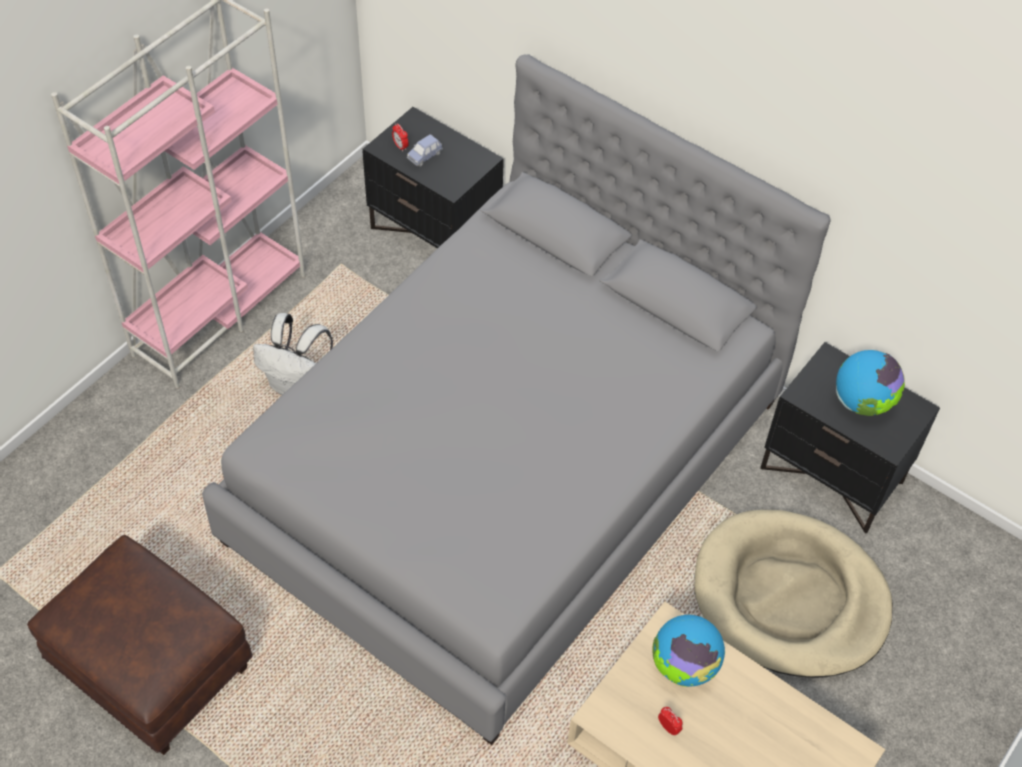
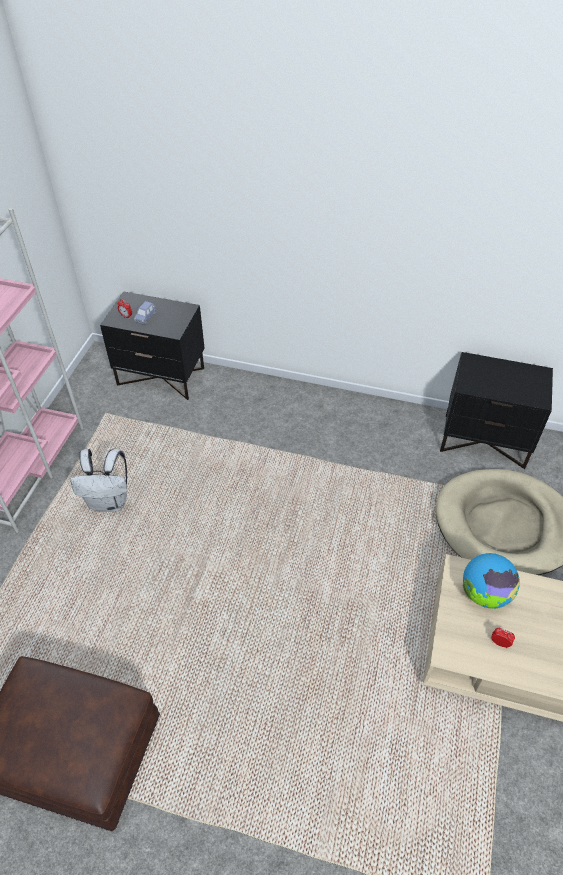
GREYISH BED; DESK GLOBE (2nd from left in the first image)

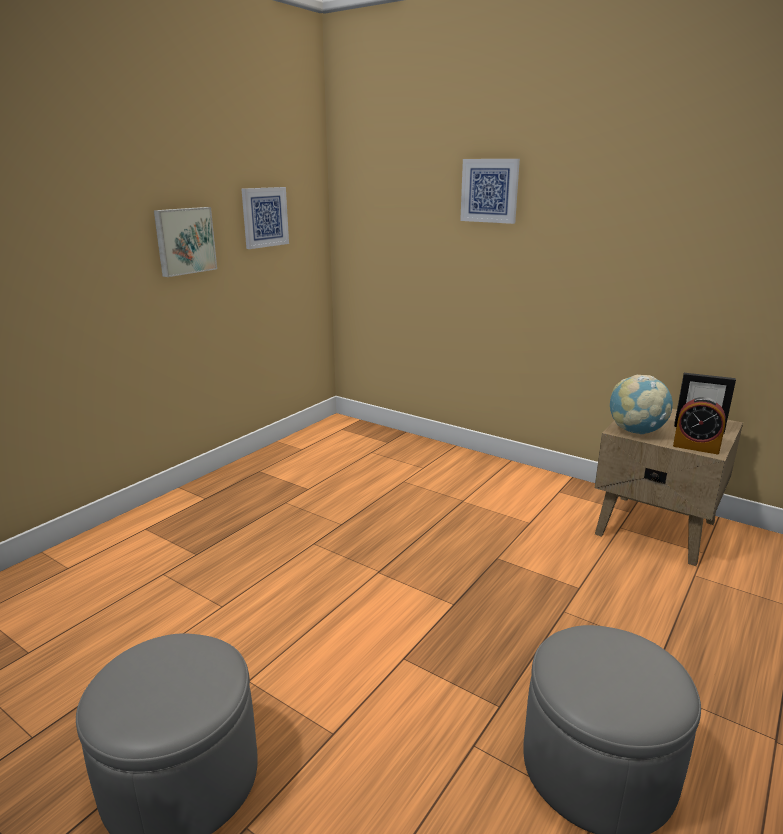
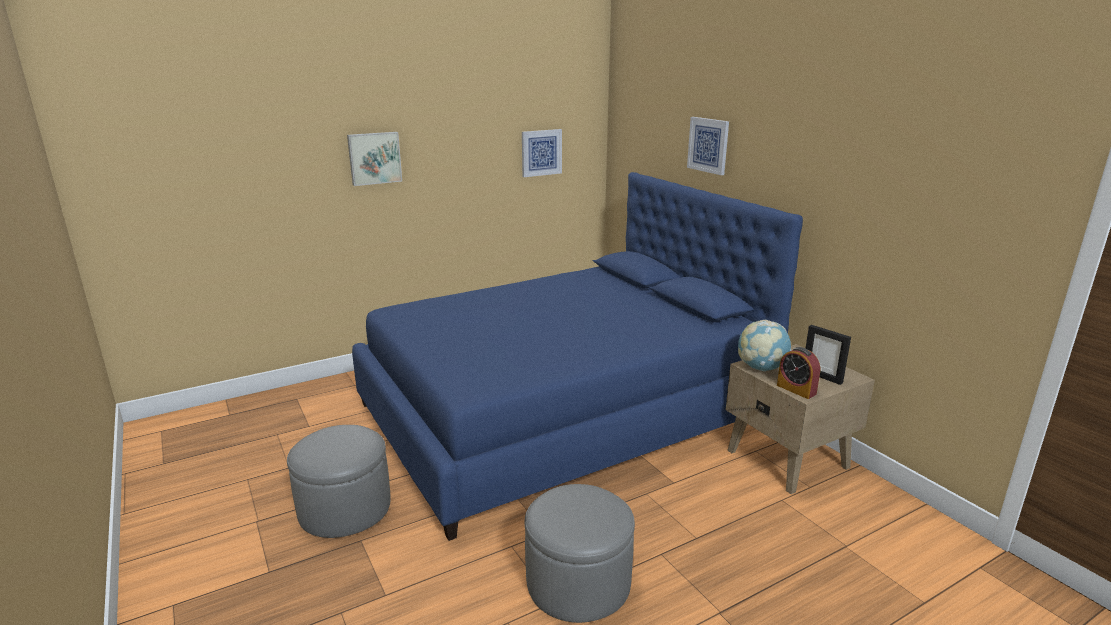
WALL ART (1st from left); BLUE-COLOURED BED

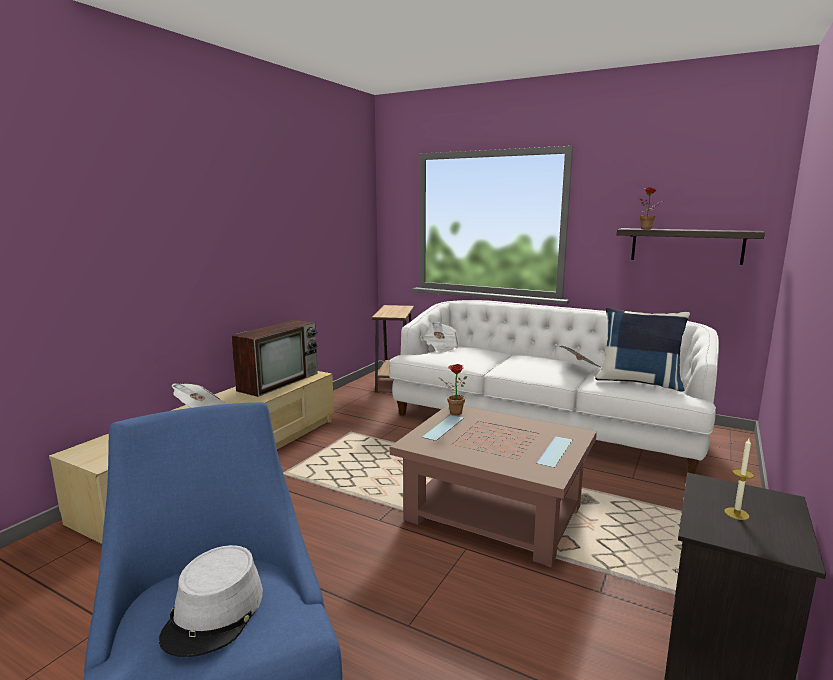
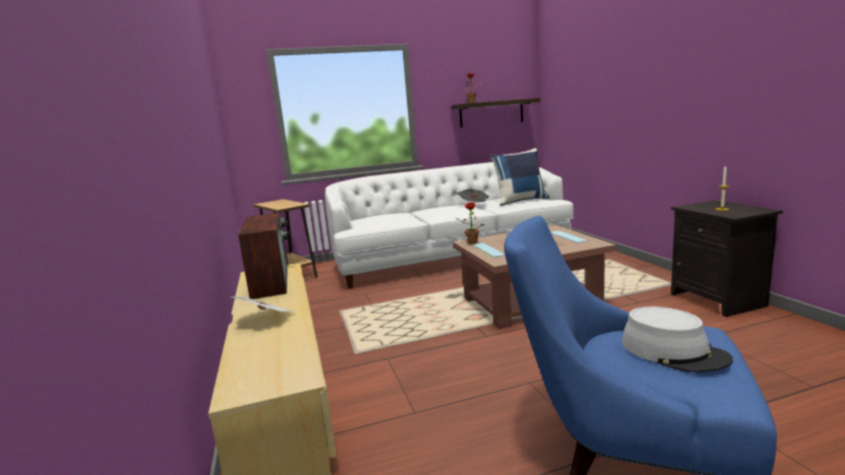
PRINTED PAPER (2nd from left in the first image)

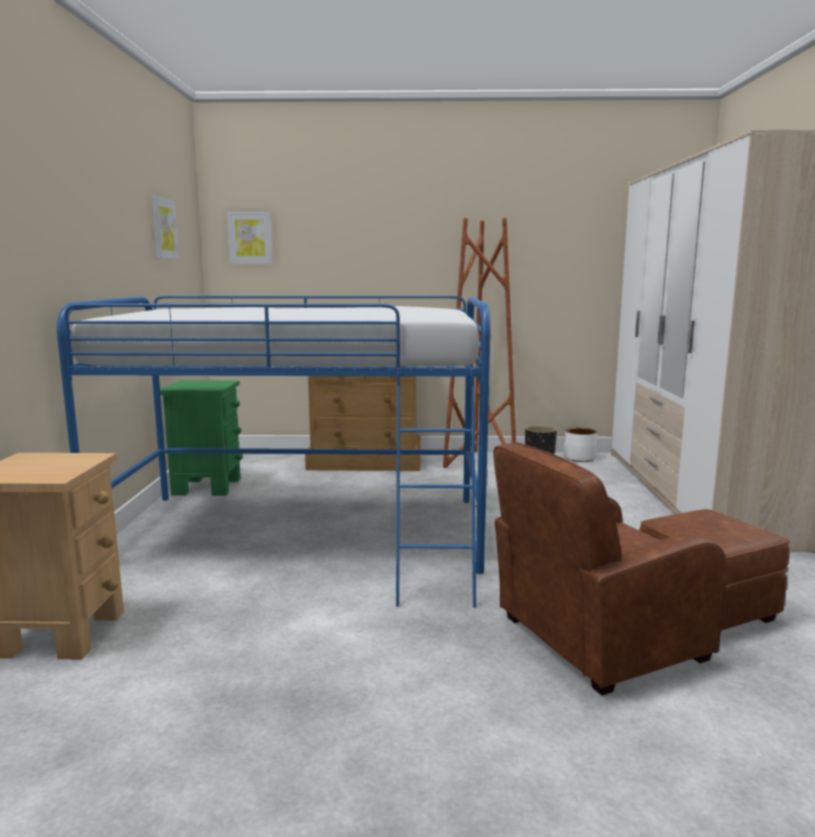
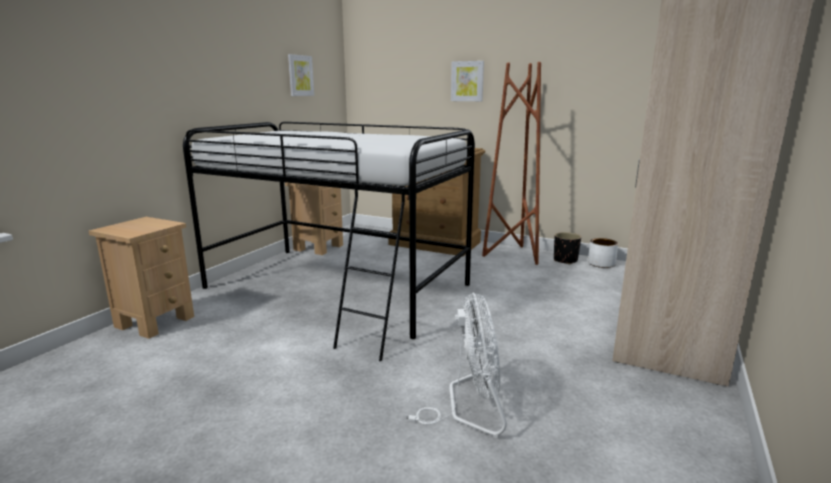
BLACK BED; SAND-COLOURED NIGHTSTAND (2nd from left); WALL ART (2nd from left); WHITISH COOLING FAN

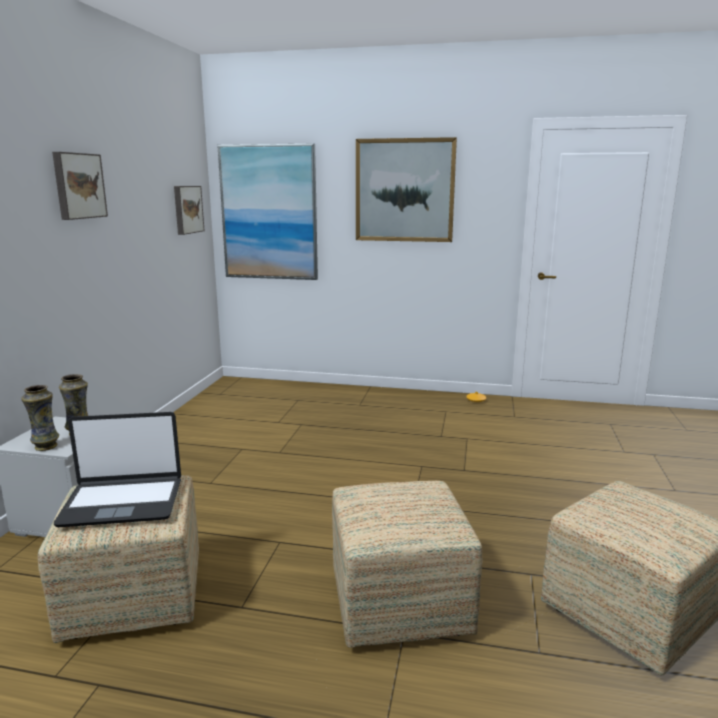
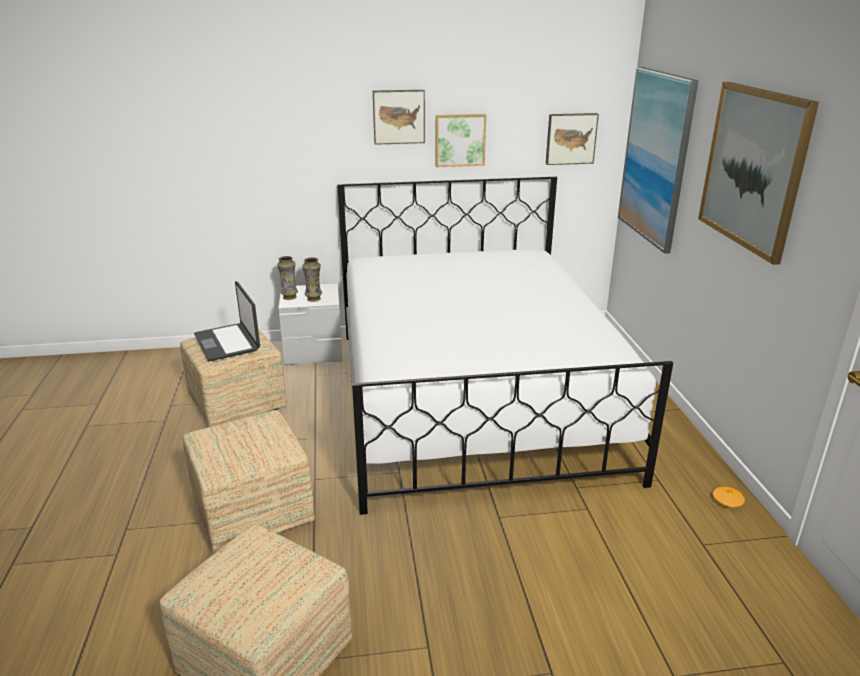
WHITISH BED; WALL ART (2nd from left)

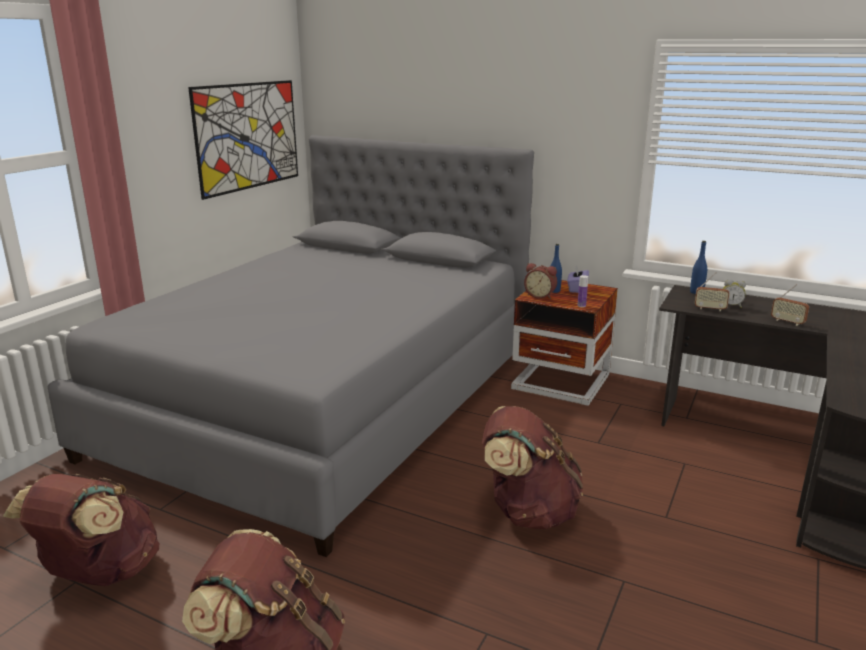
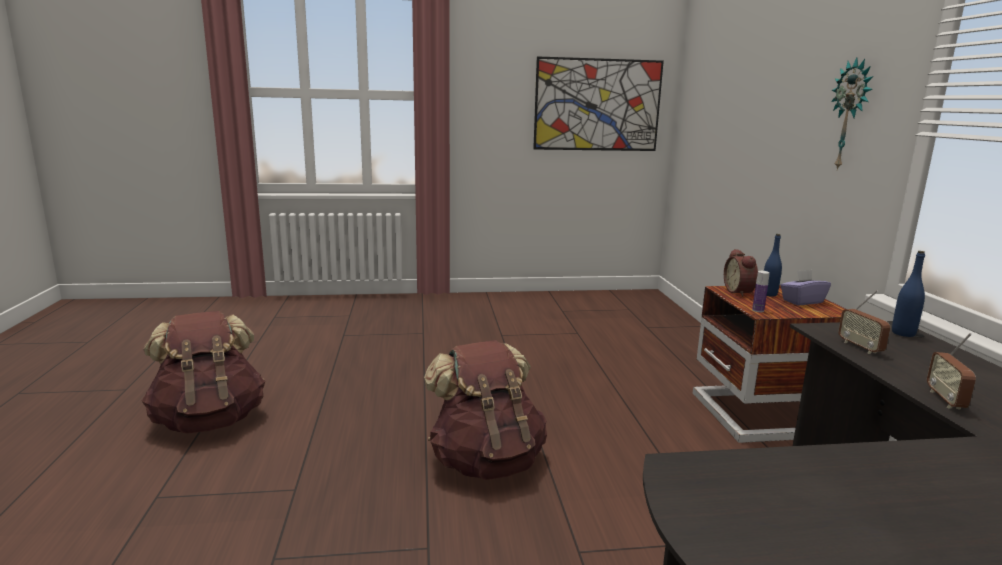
BROWNISH RUCKSACK (1st from left in the first image); GREYISH BED; TABLE CLOCK (2nd from left in the first image); WALL CLOCK

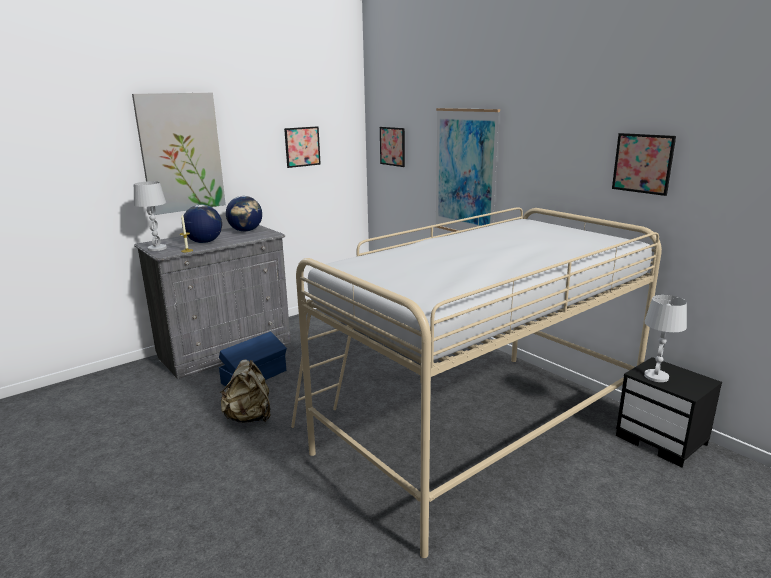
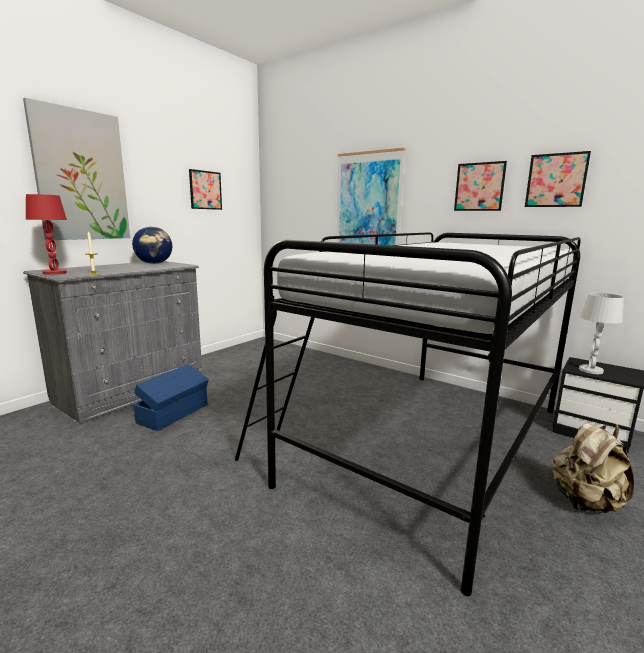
RED LAMP FOR A TABLE; DESK GLOBE (1st from left in the first image); SAND-COLOURED RUCKSACK; BLACK BED; WALL ART (4th from left)

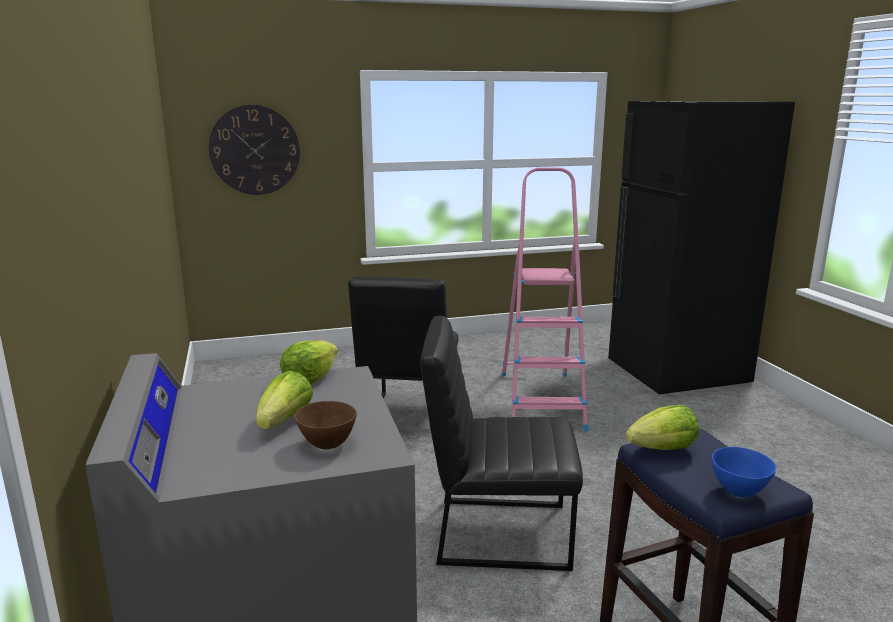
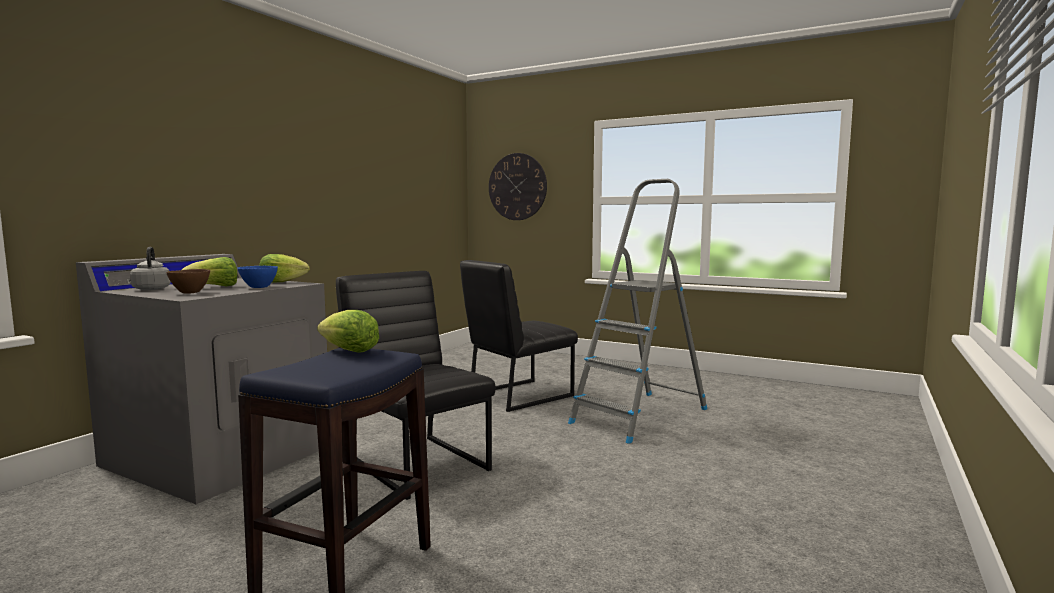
GREYISH STEPLADDER; BLACK FRIDGE; BLUE-COLOURED BOWL; GREYISH TEA KETTLE

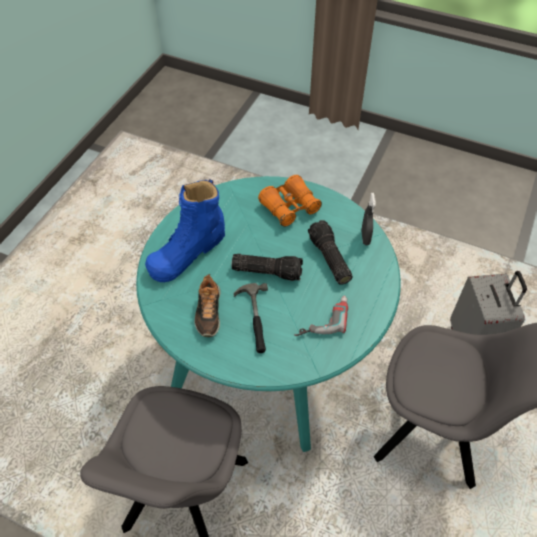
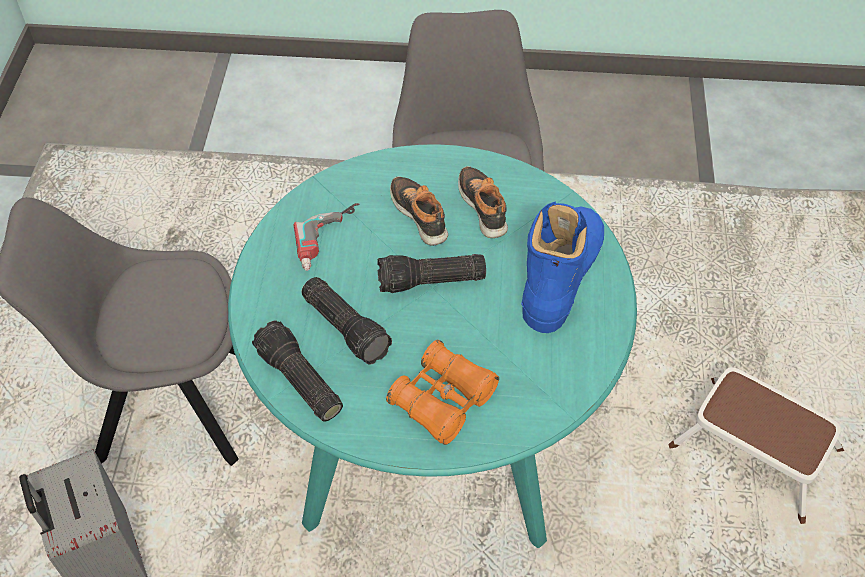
ITEM OF FOOTWEAR (1st from left); TORCH (1st from left); BROWNISH STEPLADDER

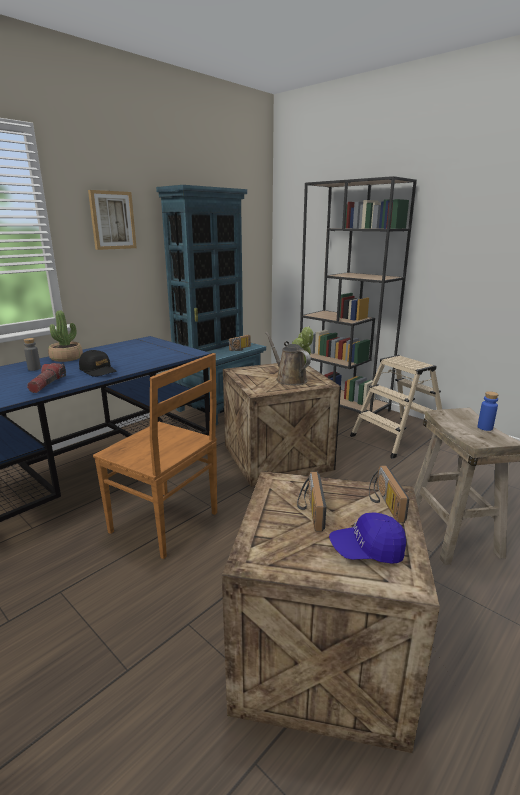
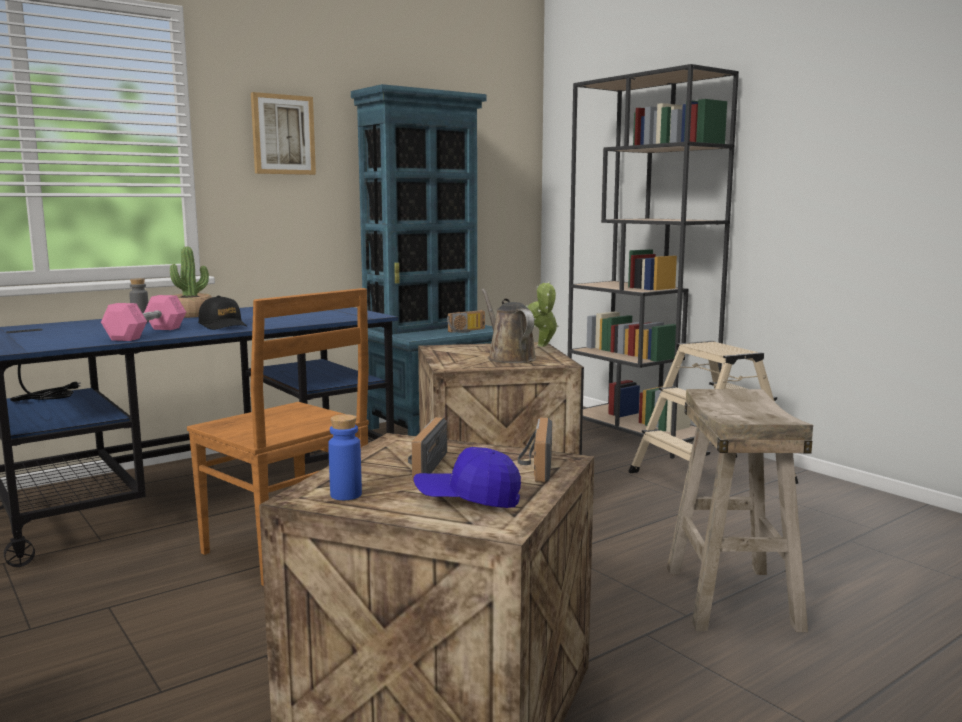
PINK-COLOURED FREE WEIGHT; BLUE-COLOURED DRINK BOTTLE

